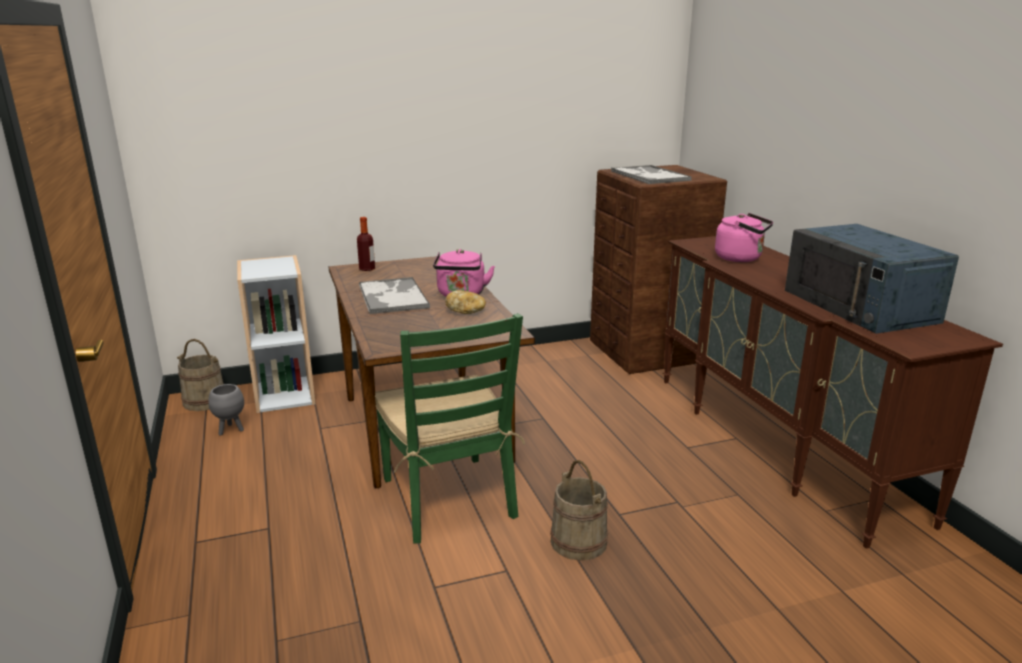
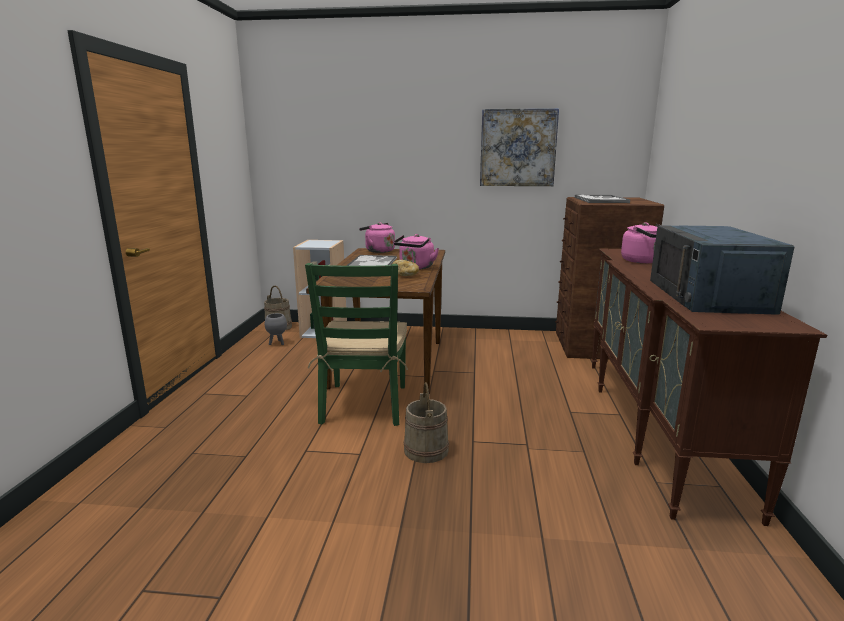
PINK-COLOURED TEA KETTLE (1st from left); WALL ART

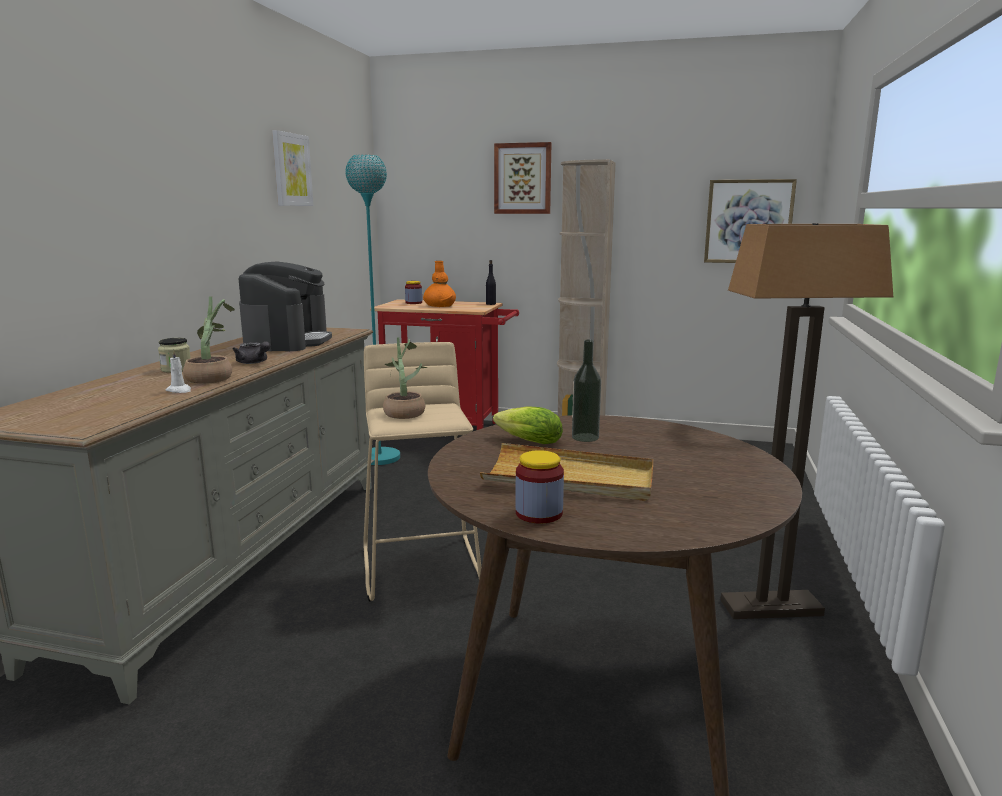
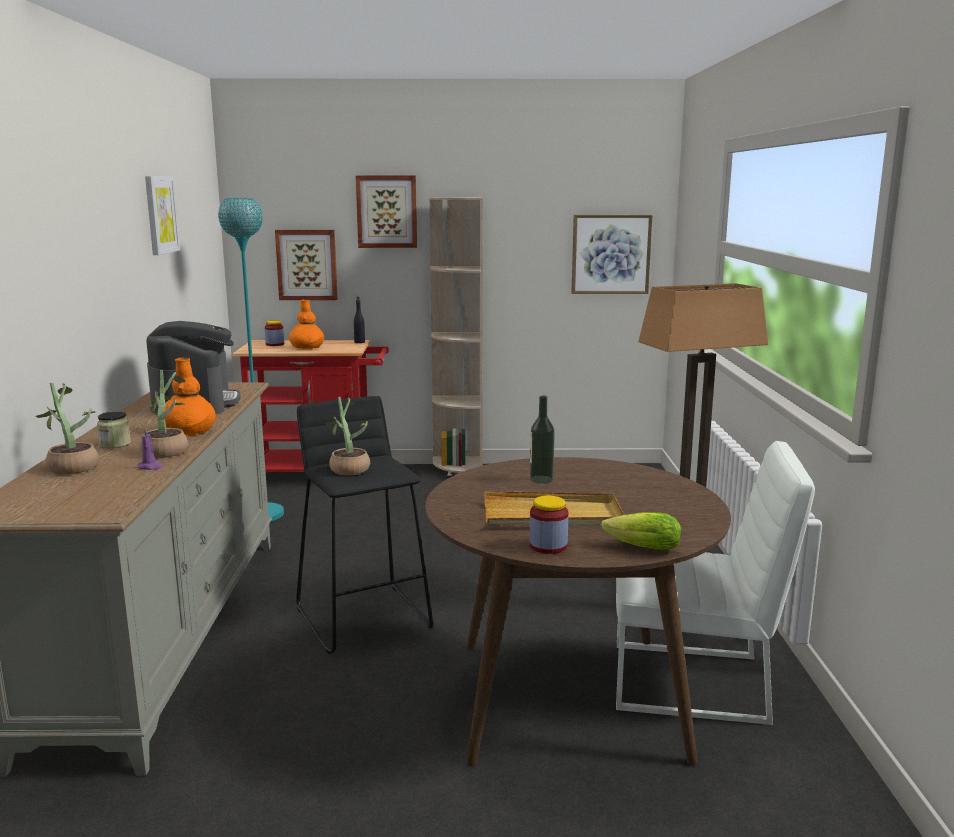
PURPLE-COLOURED CANDLE; ORANGE VASE (1st from left); BLACK STOOL; LETTUCE; PLANT IN A POT (1st from left); WALL ART (2nd from left); WHITISH UPRIGHT CHAIR

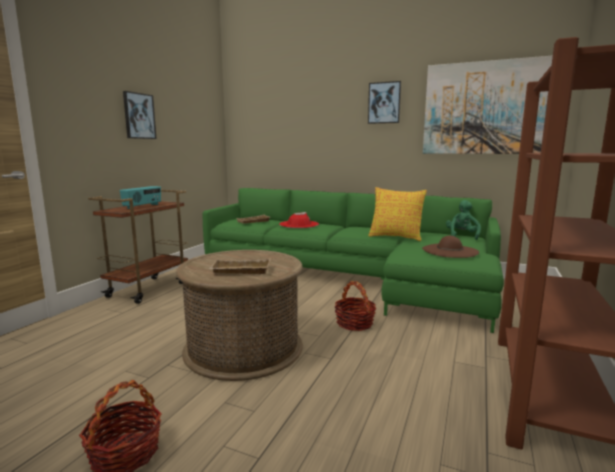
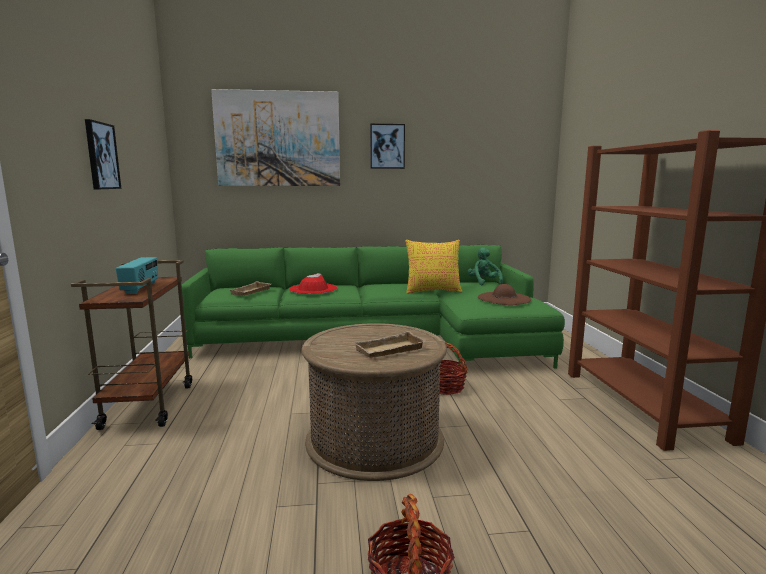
WALL ART (2nd from left)

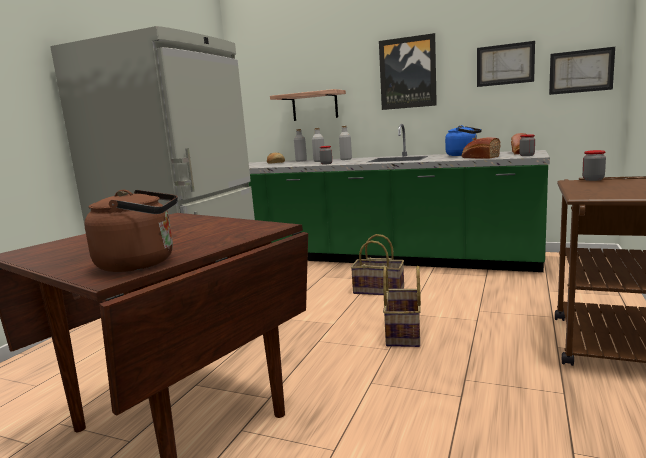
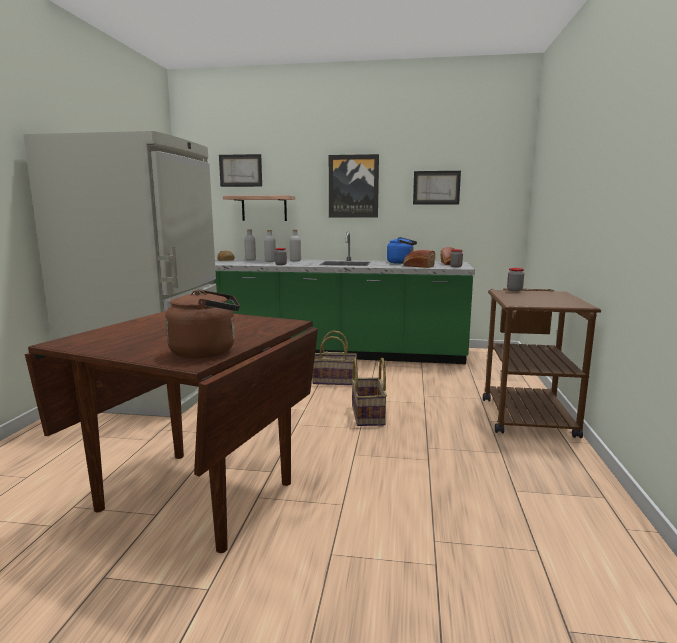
WALL ART (1st from left)

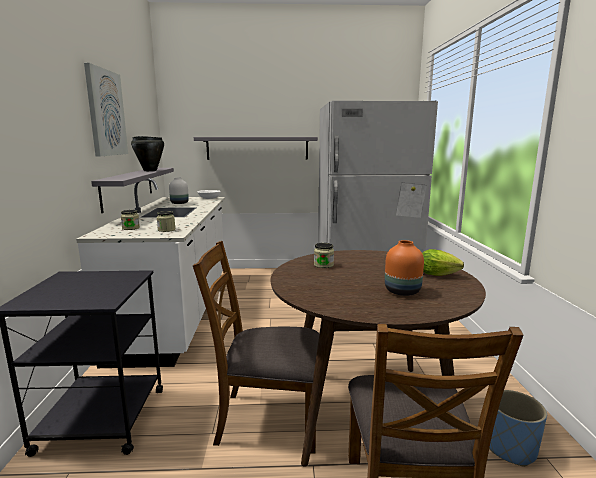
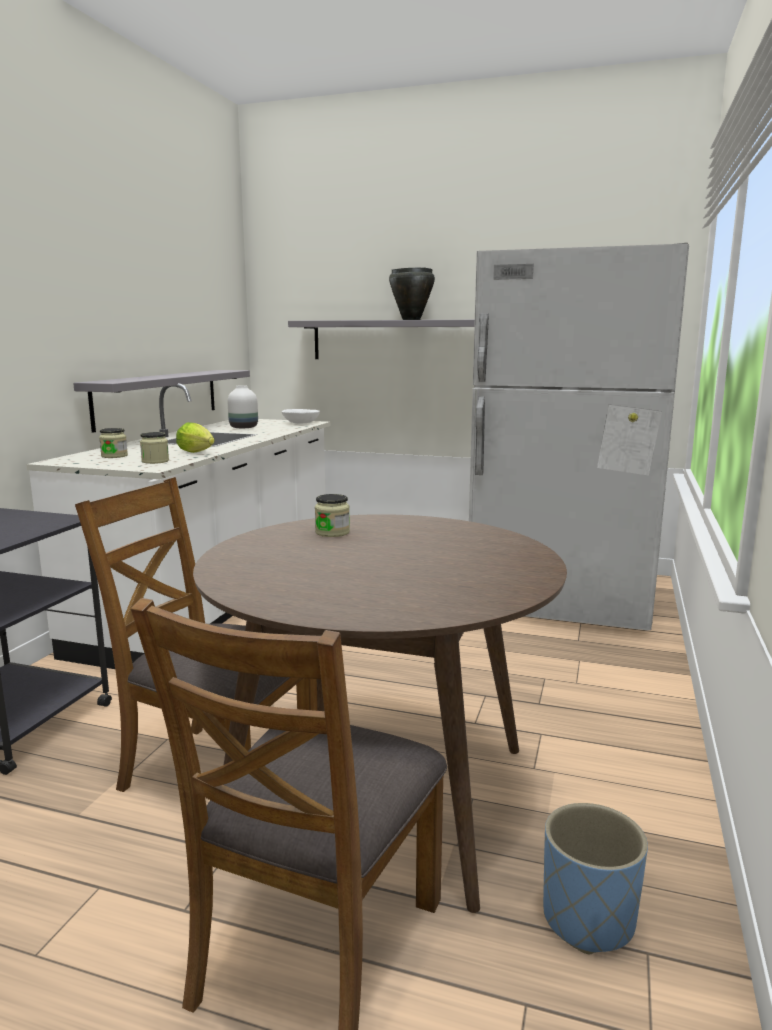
WALL ART; BLACK STOCKPOT; ORANGE VASE; LETTUCE

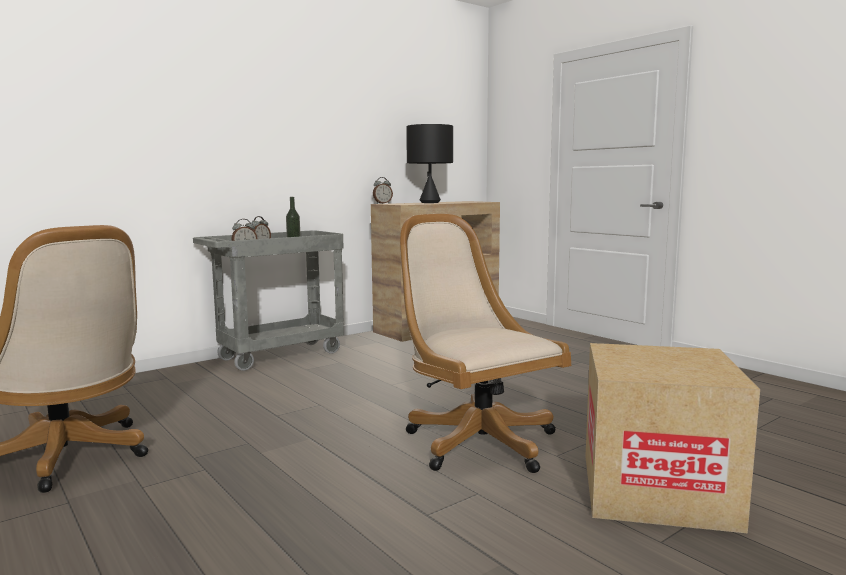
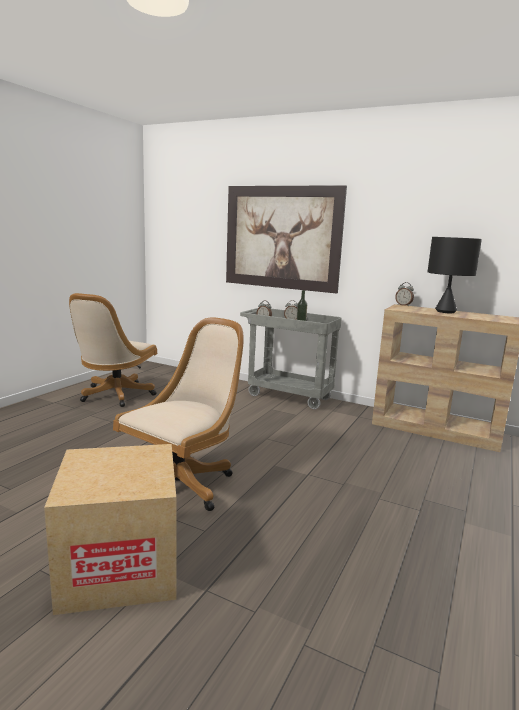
WALL ART

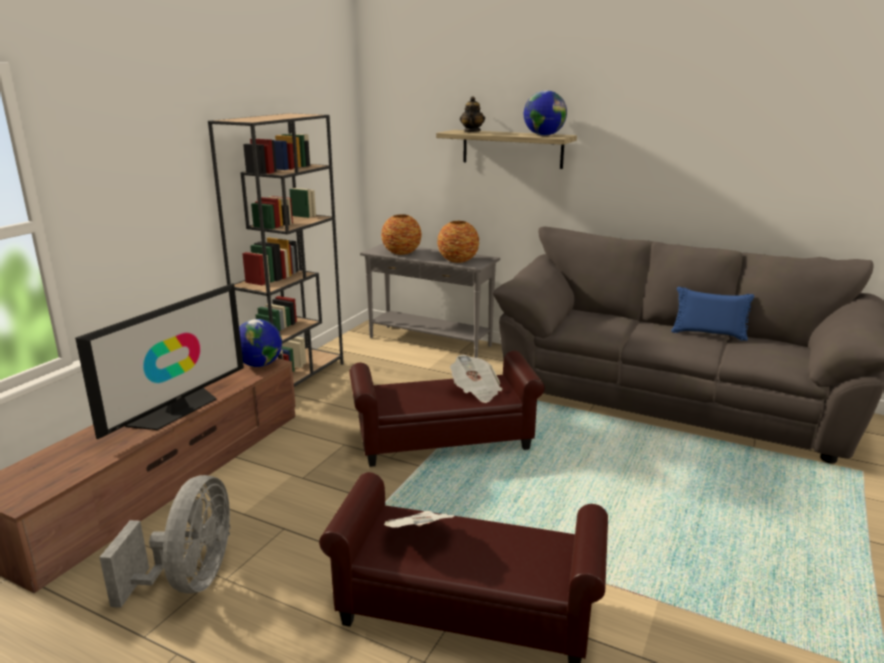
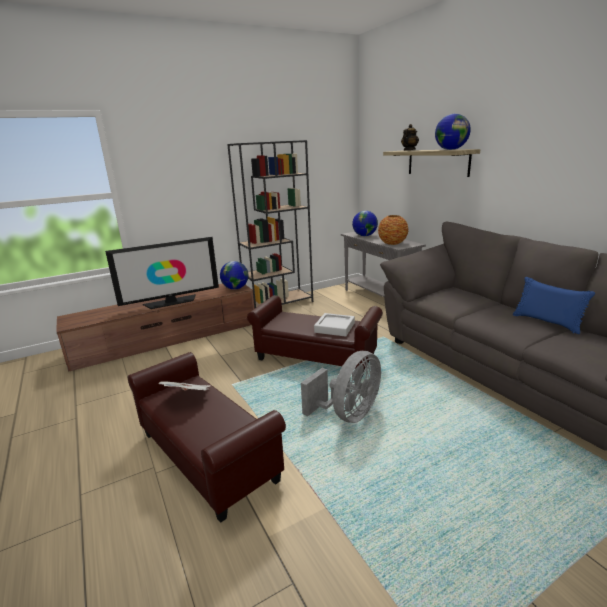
GREYISH COOLING FAN; DESK GLOBE (2nd from left); GREYISH TRAY

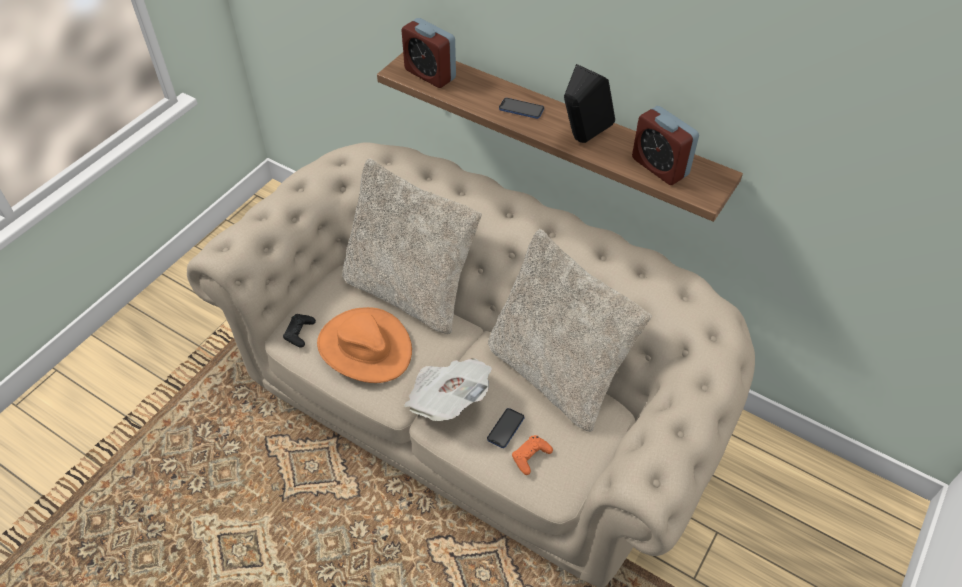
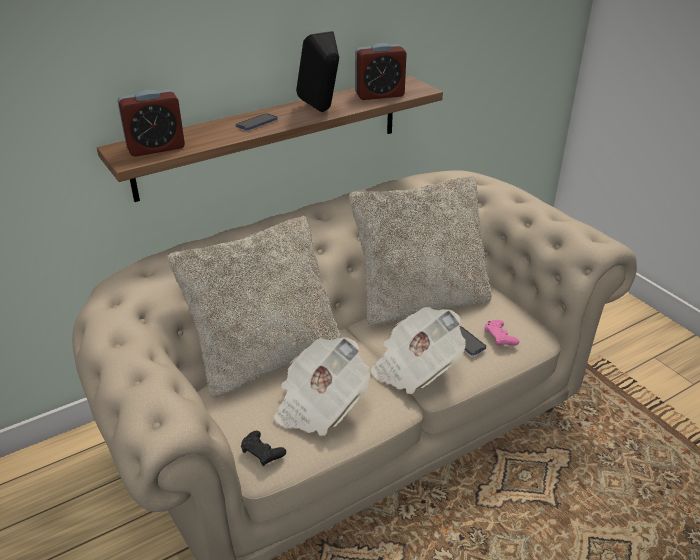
PRINTED PAPER (1st from left); PINK-COLOURED GAMEPAD

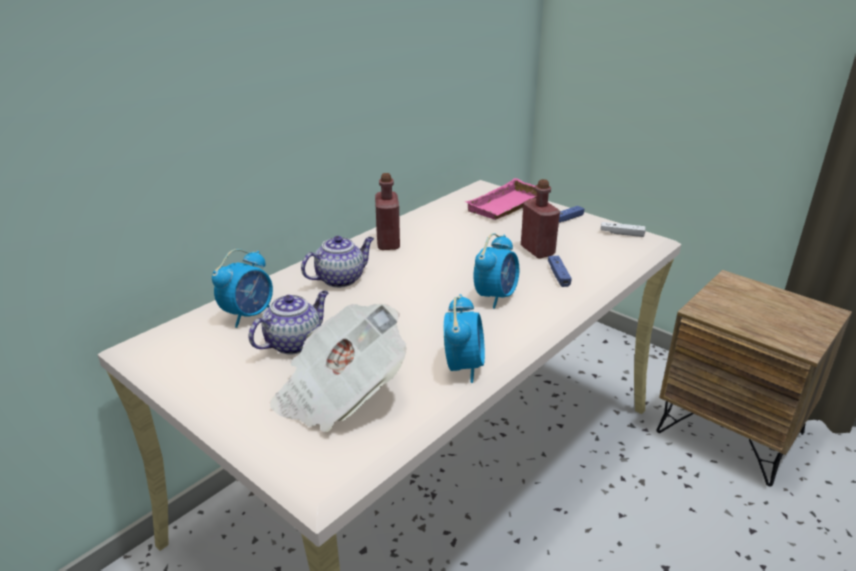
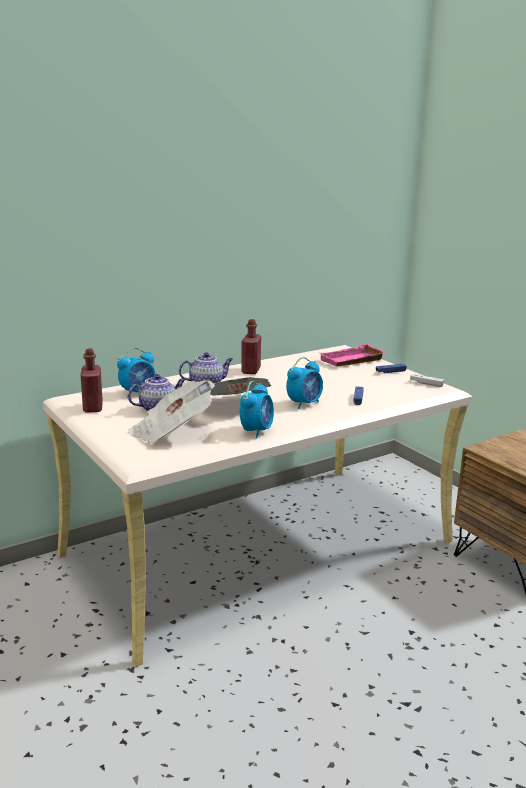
RED DRINK BOTTLE (1st from left); PRINTED PAPER (2nd from left)

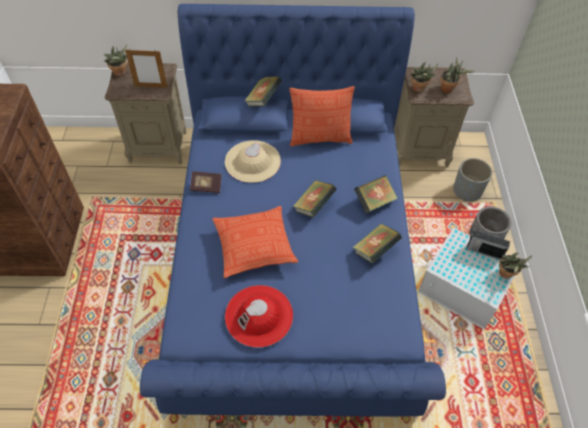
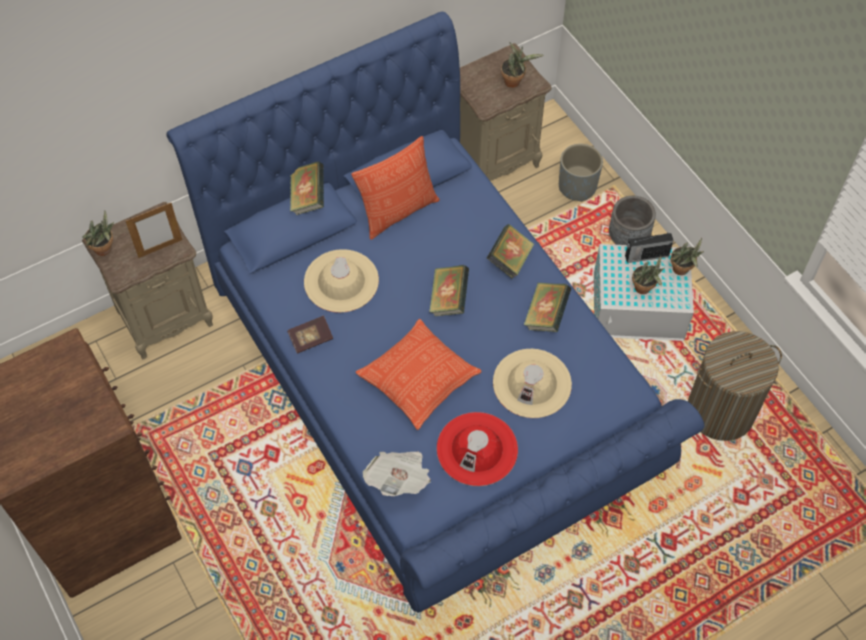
PLANT IN A POT (3rd from left); PRINTED PAPER; SAND-COLOURED HAT (2nd from left); LAUNDRY BASKET

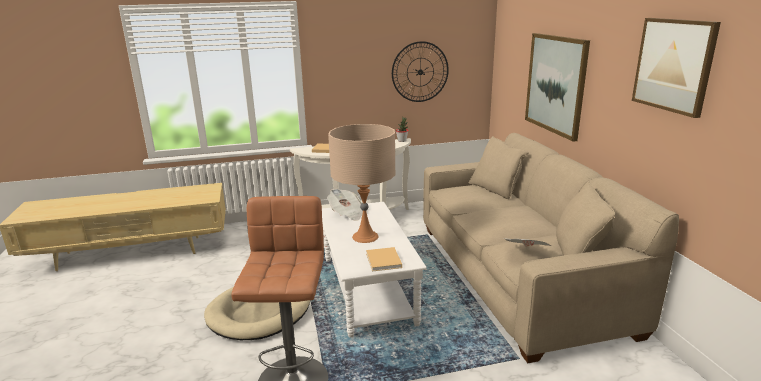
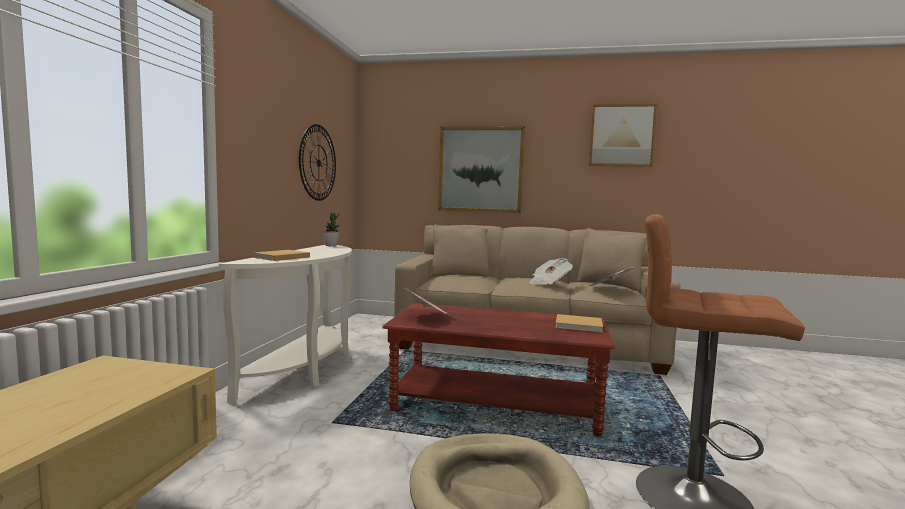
BROWNISH LOUNGE TABLE; SAND-COLOURED LAMP FOR A TABLE; PRINTED PAPER (2nd from left)

